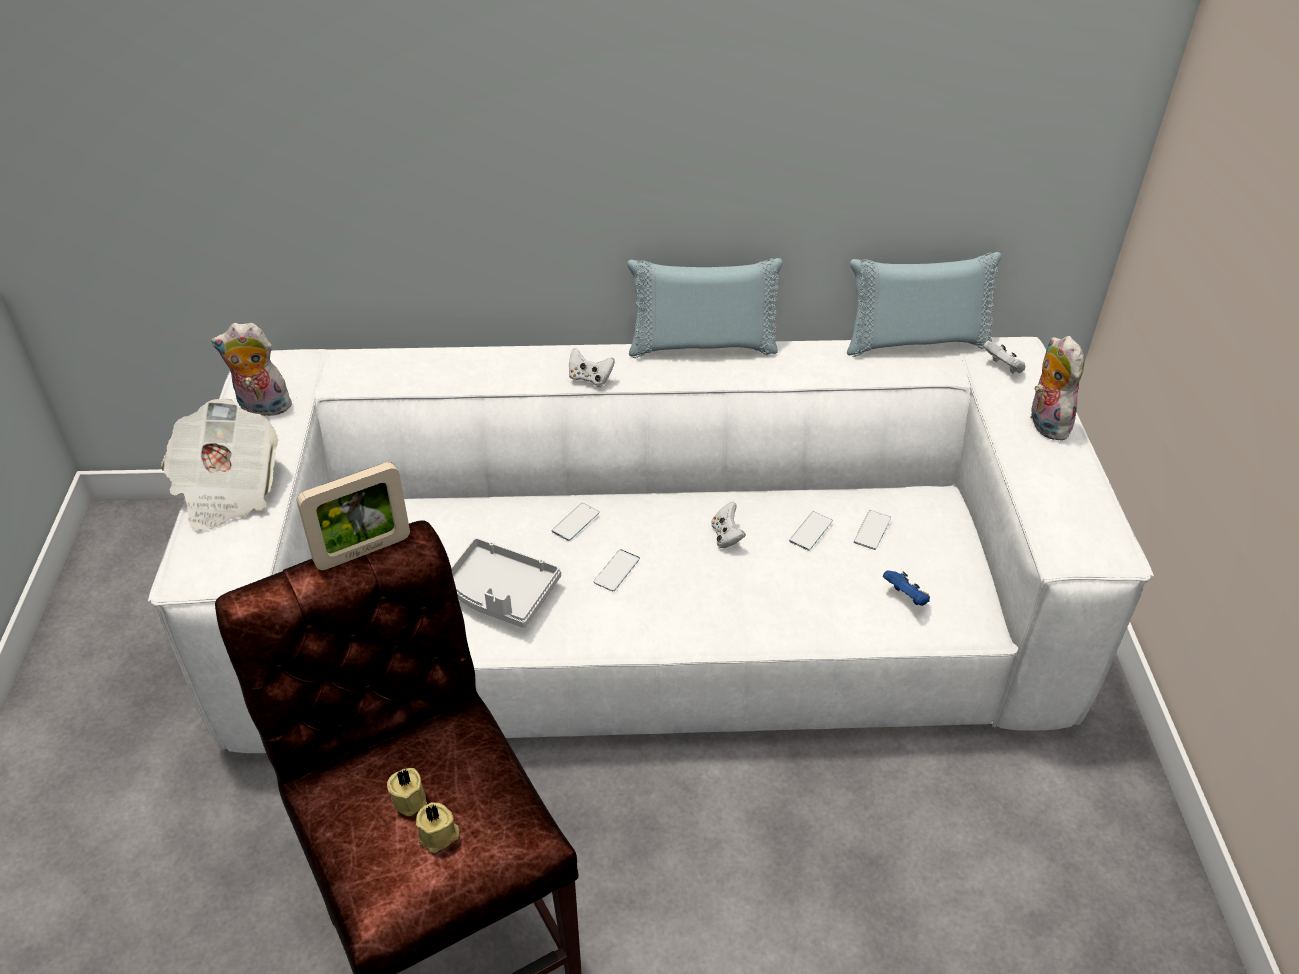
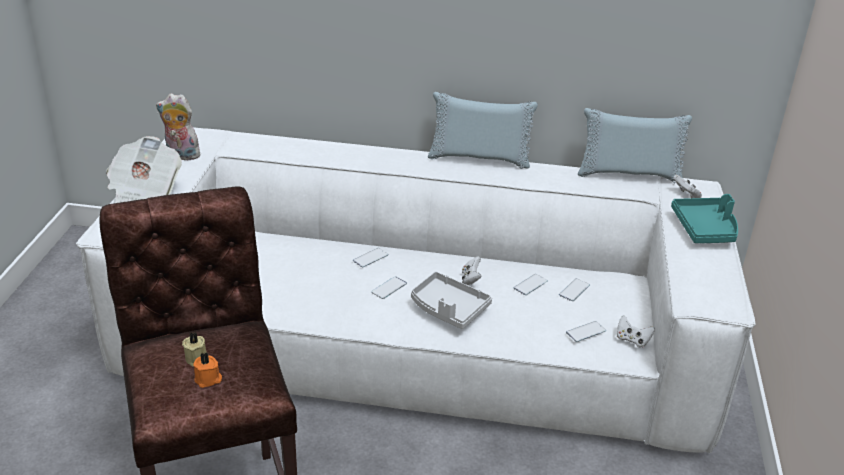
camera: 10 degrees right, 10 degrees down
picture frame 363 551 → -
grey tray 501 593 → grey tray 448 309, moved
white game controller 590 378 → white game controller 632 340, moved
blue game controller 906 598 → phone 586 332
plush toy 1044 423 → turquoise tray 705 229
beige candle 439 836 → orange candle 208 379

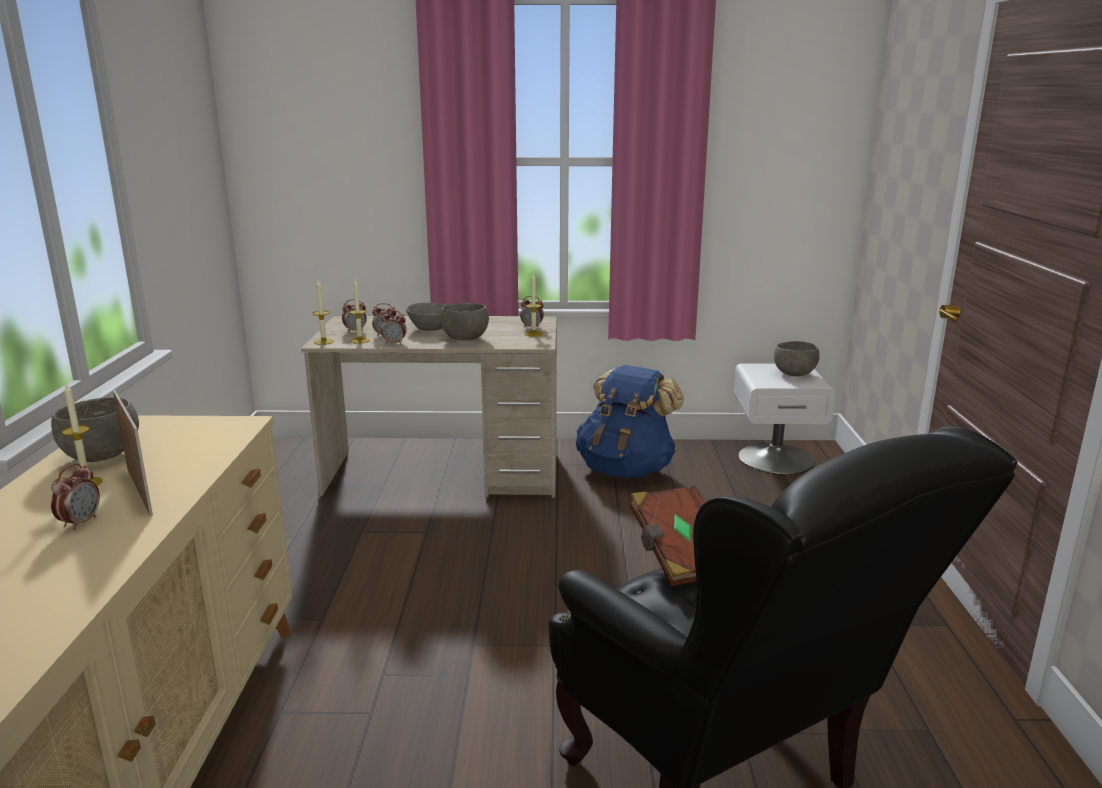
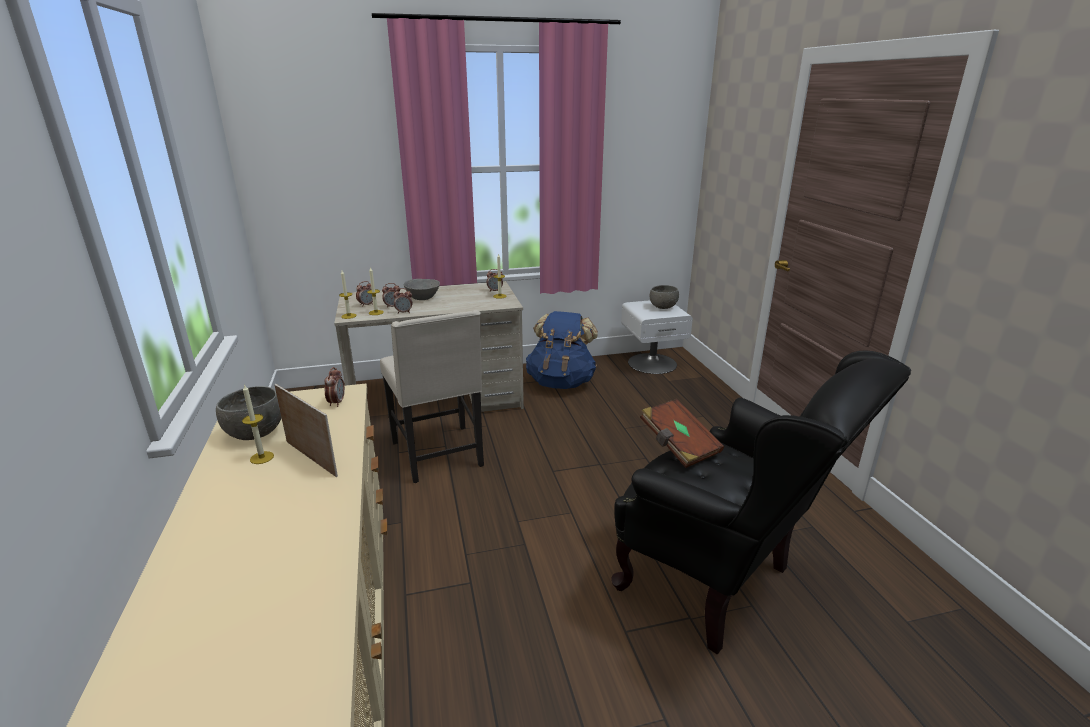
camera: 15 degrees left, 5 degrees up
grey bowl 466 339 → -
- → beige chair 439 455
alarm clock 80 522 → alarm clock 336 402, moved

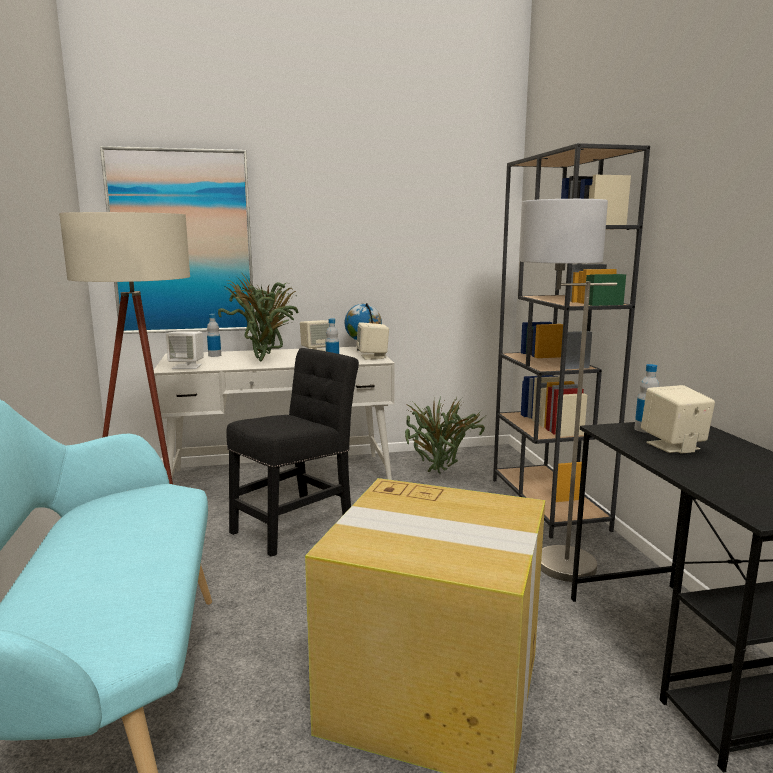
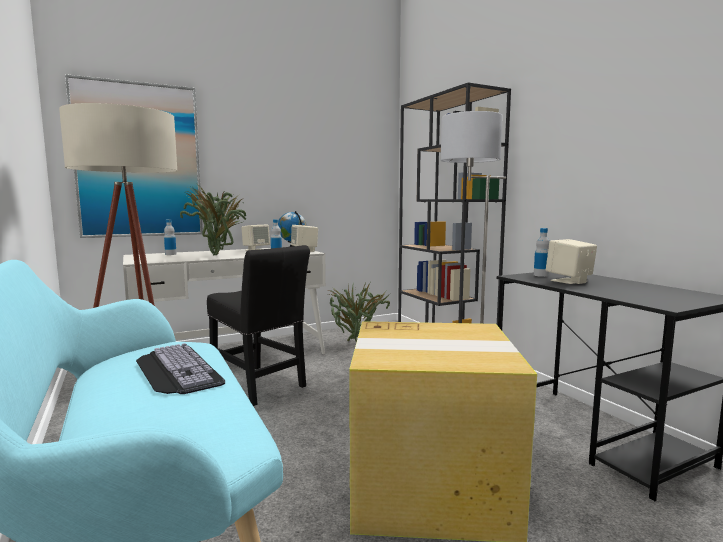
camera: 15 degrees left, 5 degrees down
white speaker 187 366 → -
- → keyboard 174 369
black chair 296 525 → black chair 260 386, 105 degrees clockwise

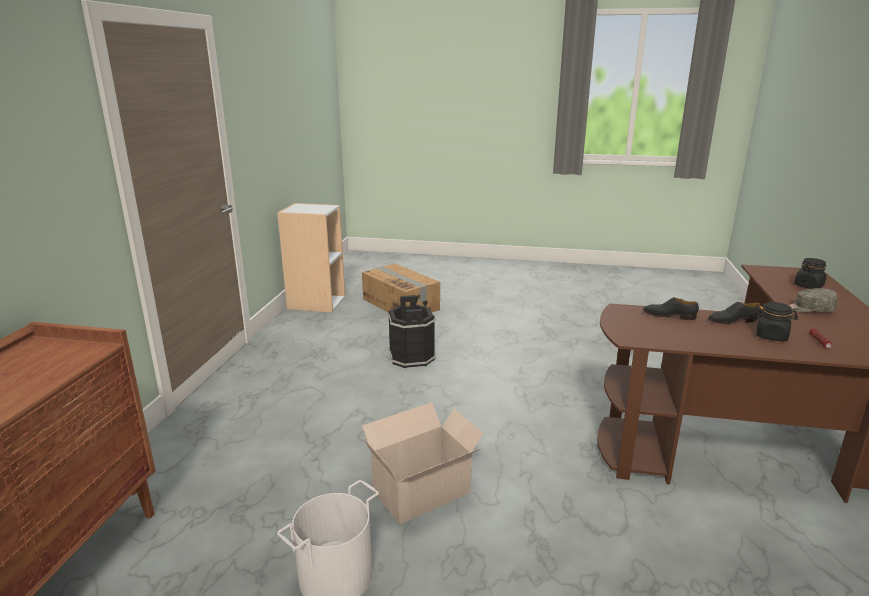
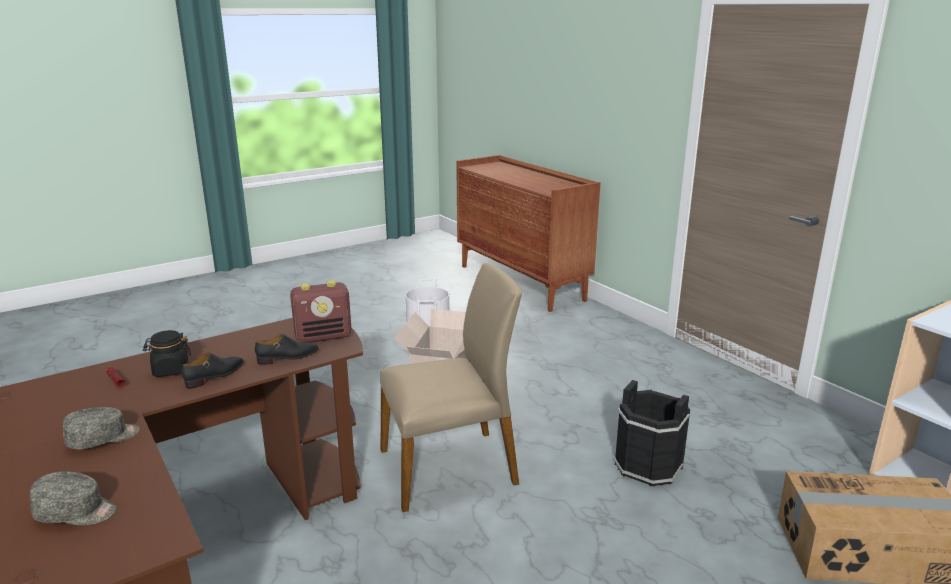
camera: 135 degrees right, 0 degrees up
- → radio 324 337
- → beige chair 450 467
black jar 808 286 → grey cap 76 512

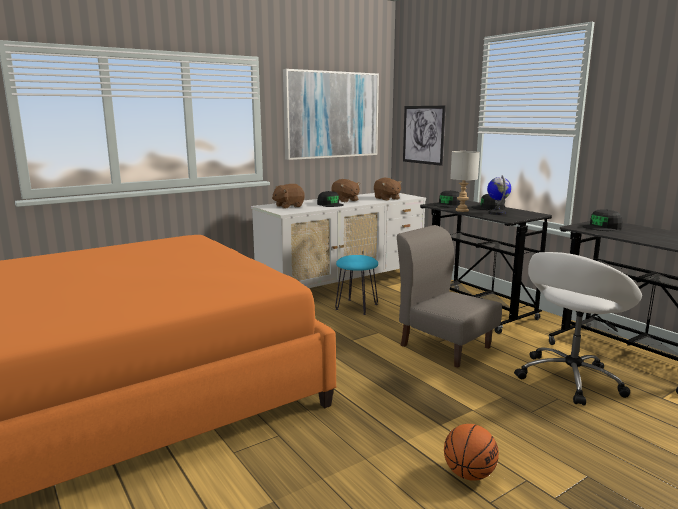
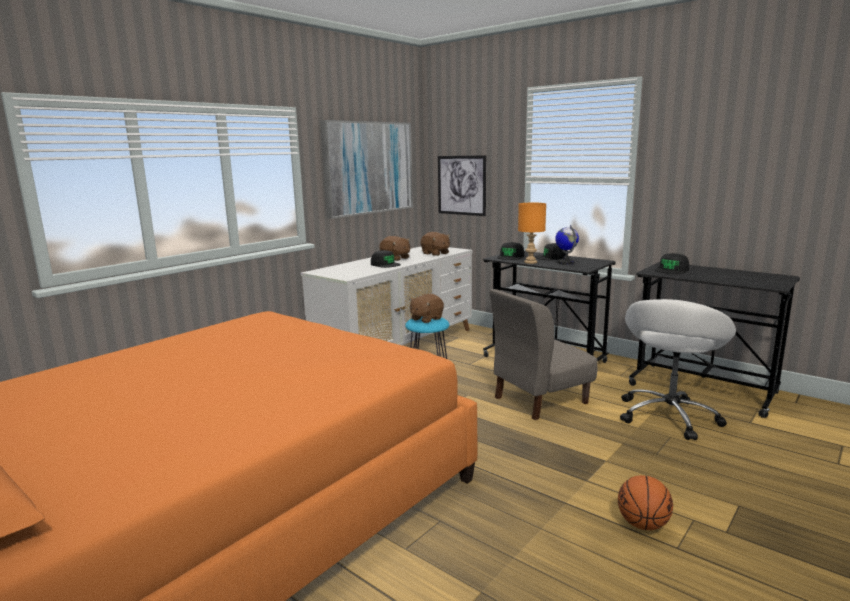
camera: 15 degrees left, 0 degrees up
brown plush toy 288 206 → brown plush toy 426 319, moved
grey table lamp 462 210 → orange table lamp 531 262
grey chair 444 346 → grey chair 539 400, 60 degrees counterclockwise

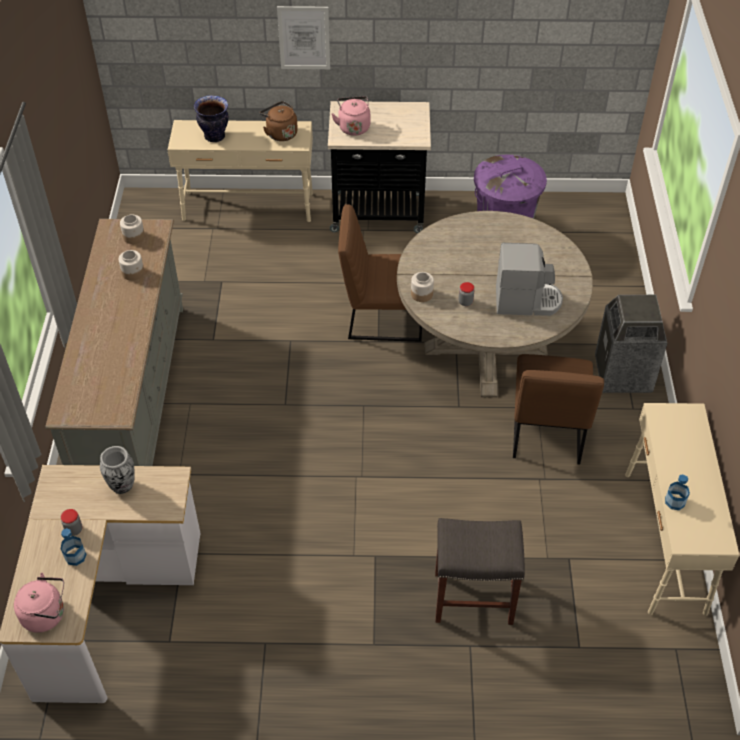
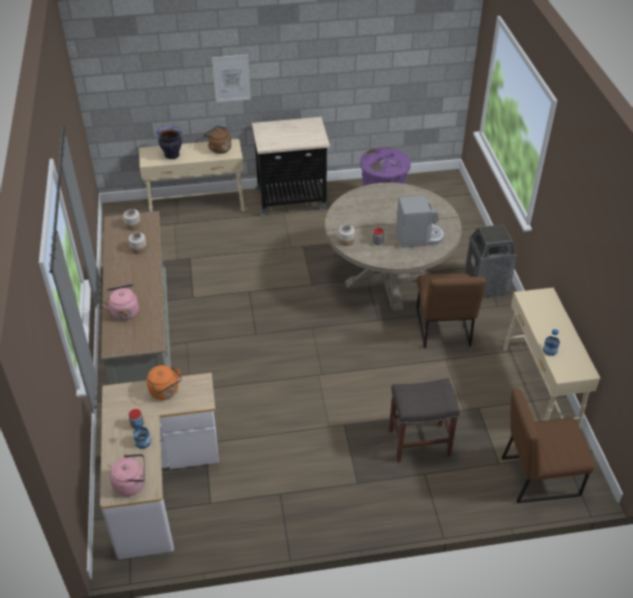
camera: 10 degrees left, 5 degrees down
pink kettle 353 127 → pink kettle 124 311, moved
brown chair 383 317 → brown chair 537 476, moved
vase 122 486 → orange kettle 165 392

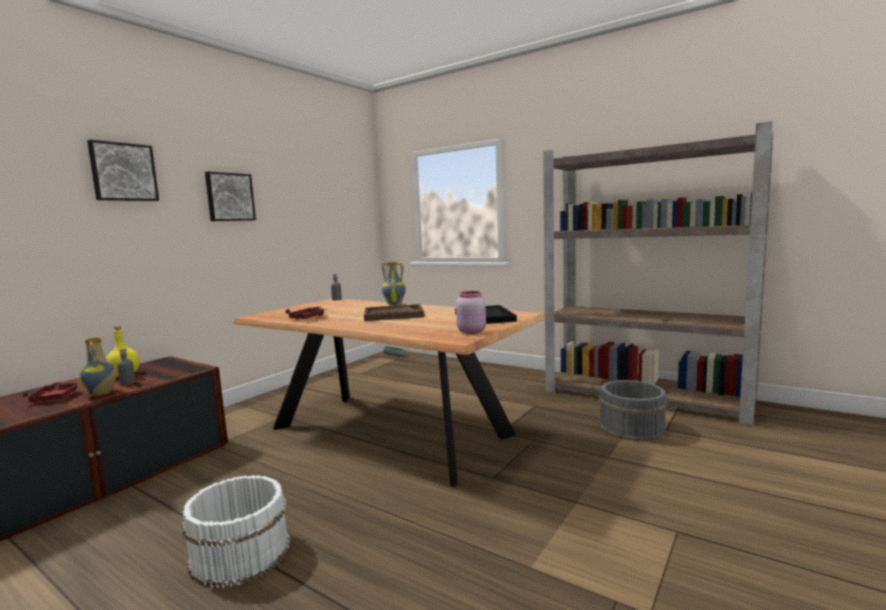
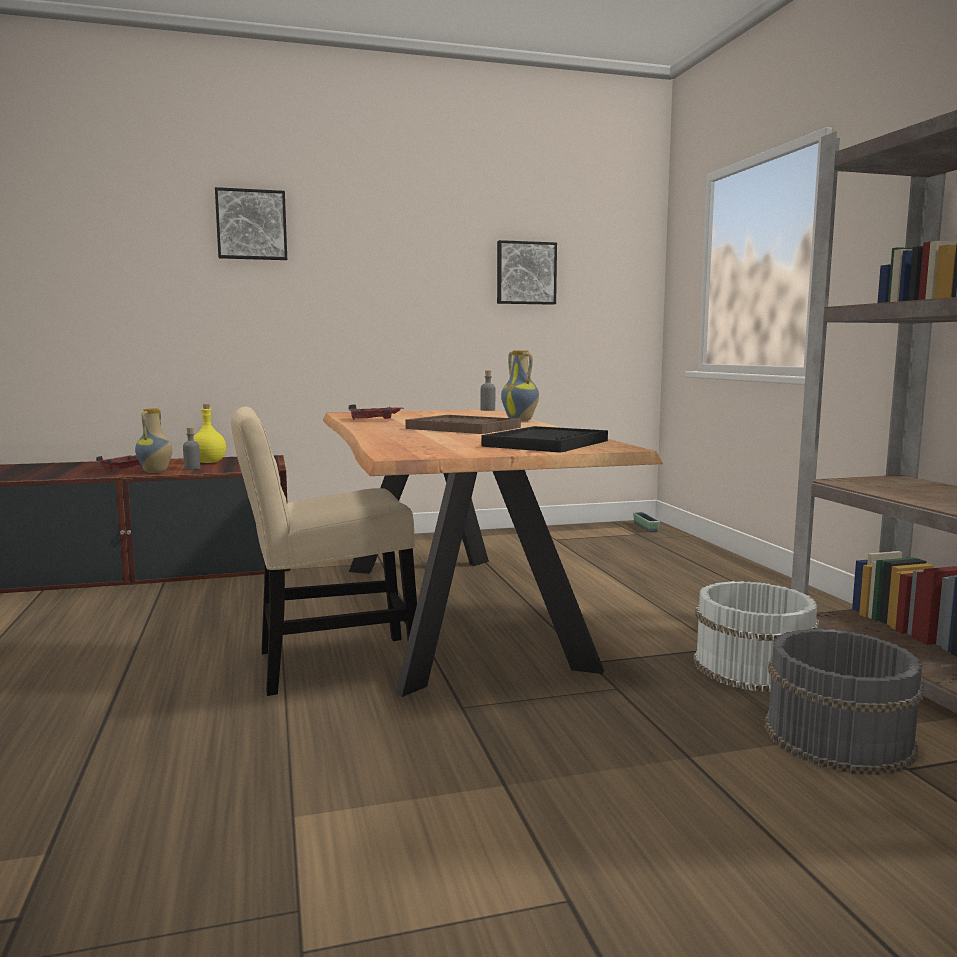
camera: 40 degrees right, 0 degrees up
pink jar 471 331 → -
- → beige chair 328 664
white bucket 239 554 → white bucket 751 667, moved
picture 229 197 → picture 525 273, moved

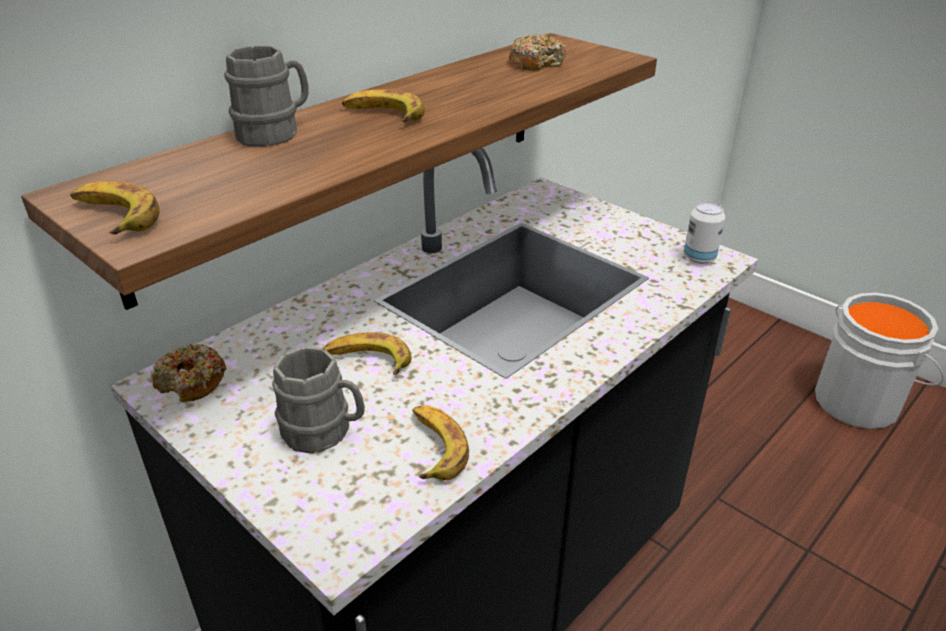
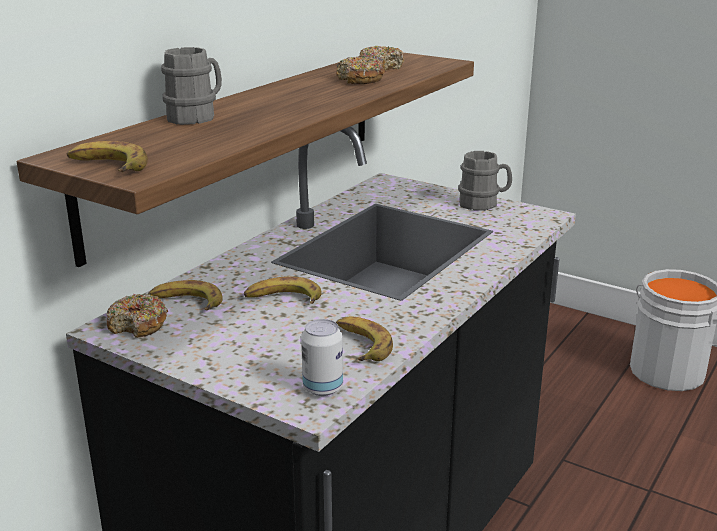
camera: 10 degrees left, 10 degrees down
- → donut 360 79
grey mug 324 432 → grey mug 483 204, moved
banana 383 115 → banana 186 302, moved
can 699 258 → can 323 388, moved

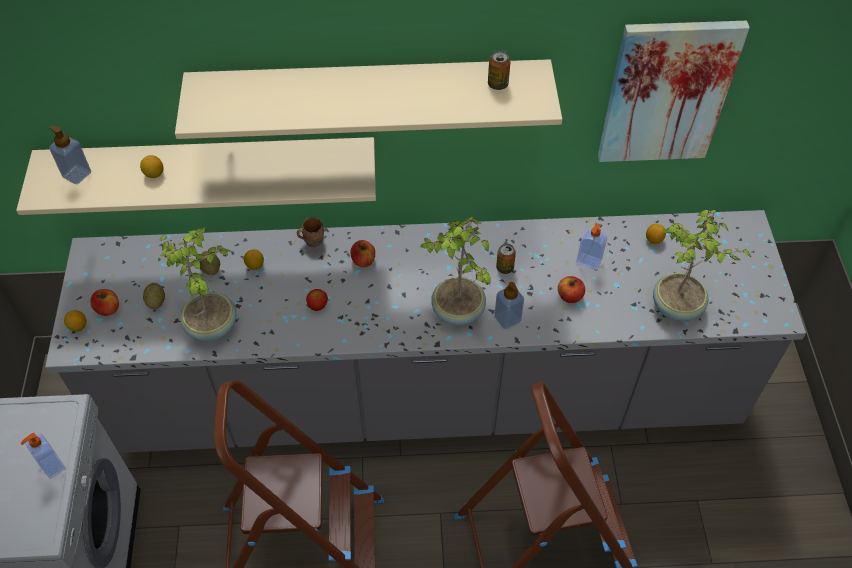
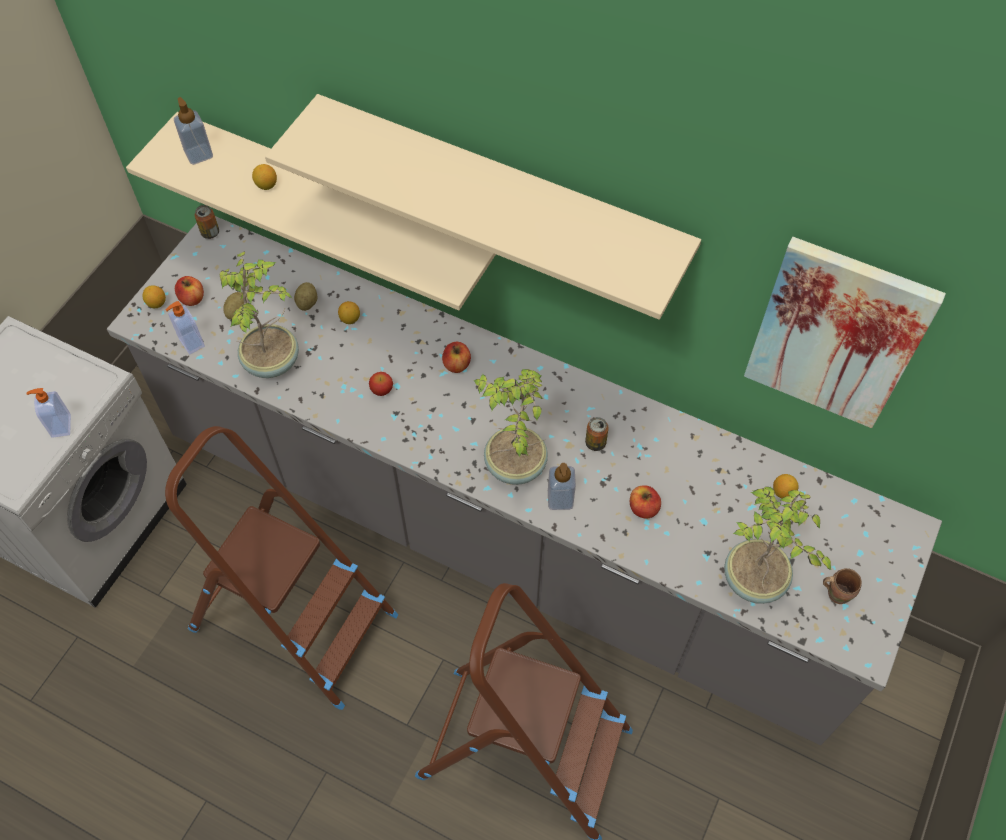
camera: 30 degrees right, 5 degrees up
brown mug 312 240 → brown mug 837 592, moved
can 498 84 → can 210 233, moved
soap dispenser 588 262 → soap dispenser 191 343, moved

